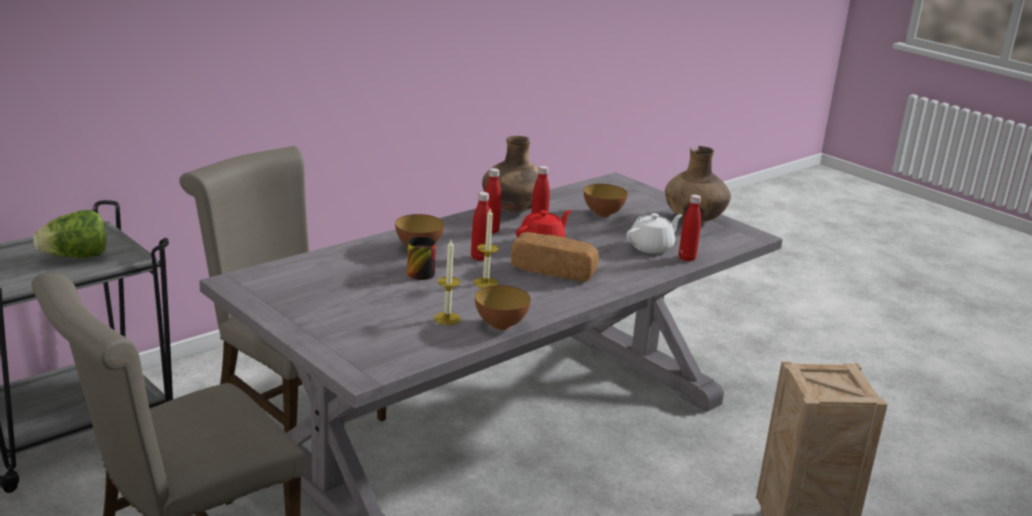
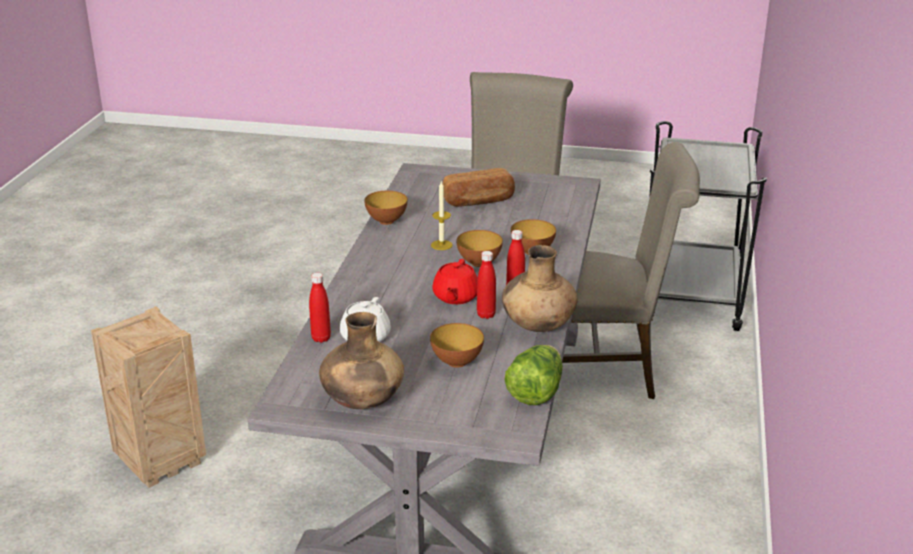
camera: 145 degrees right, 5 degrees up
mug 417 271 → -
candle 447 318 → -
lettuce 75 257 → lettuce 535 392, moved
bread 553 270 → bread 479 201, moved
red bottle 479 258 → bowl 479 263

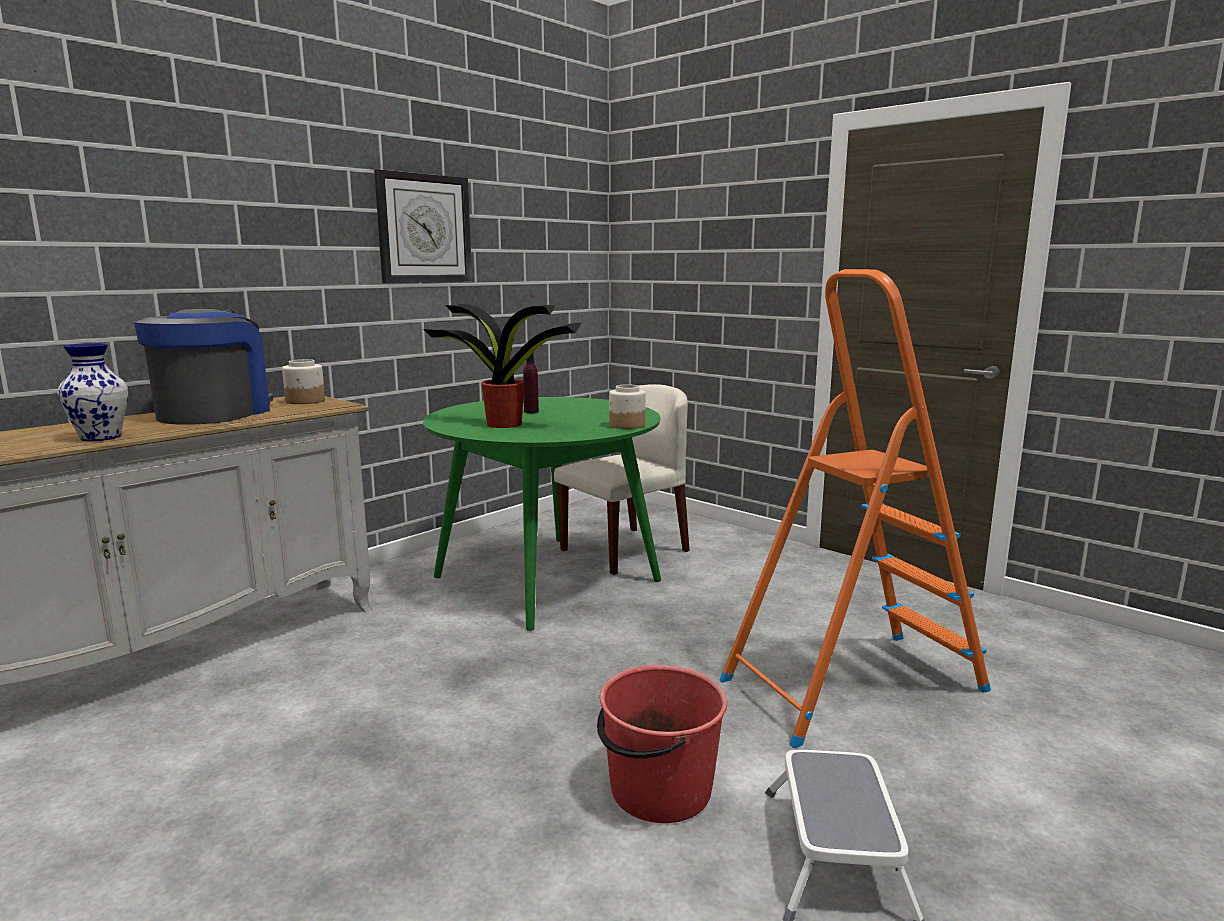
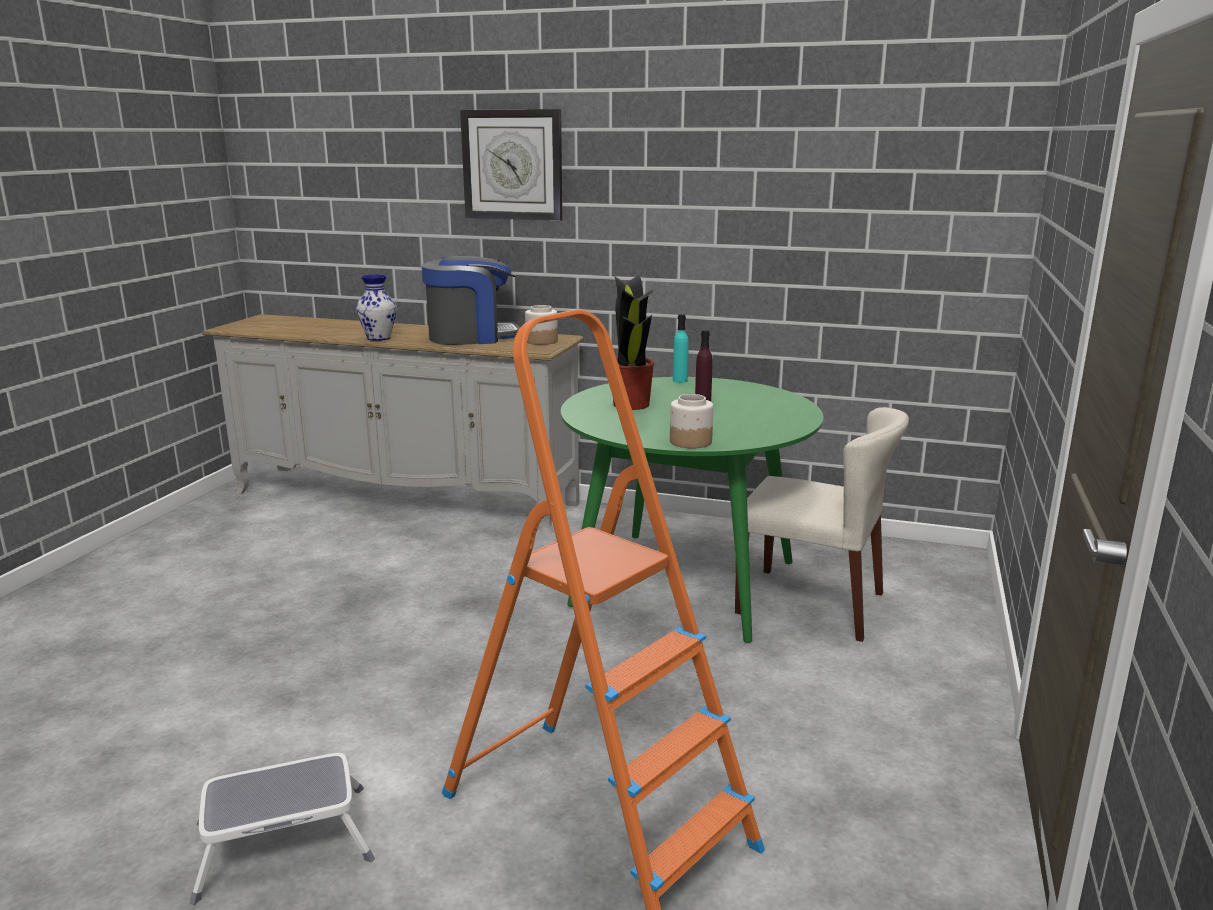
camera: 65 degrees right, 5 degrees up
red bucket 659 790 → -
- → turquoise bottle 680 380
wall clock 424 229 → wall clock 512 165, moved

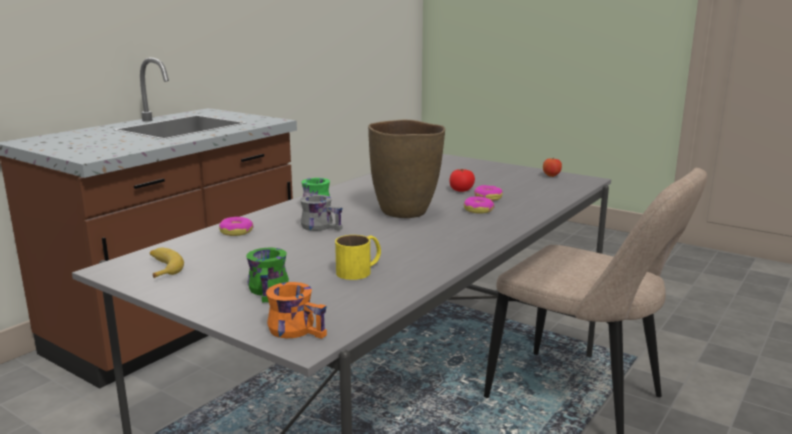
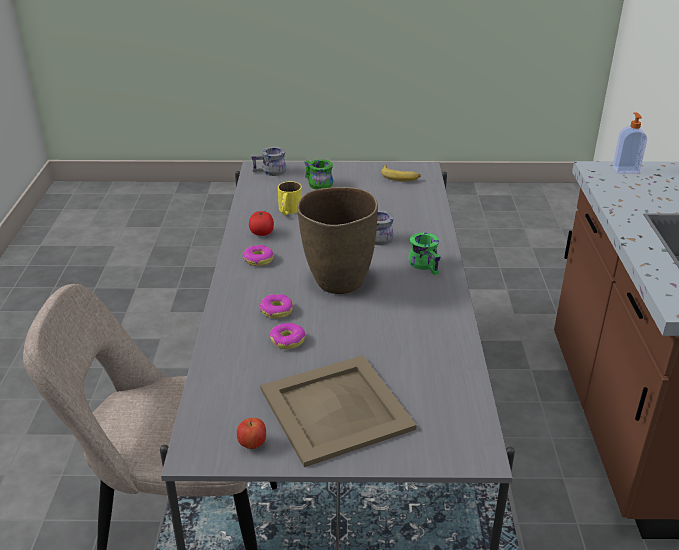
camera: 145 degrees right, 15 degrees up
- → beige tray 337 409
- → soap dispenser 625 169
donut 236 232 → donut 258 260, moved
tomato 461 190 → tomato 261 233, moved
orange mug 299 328 → grey mug 270 172

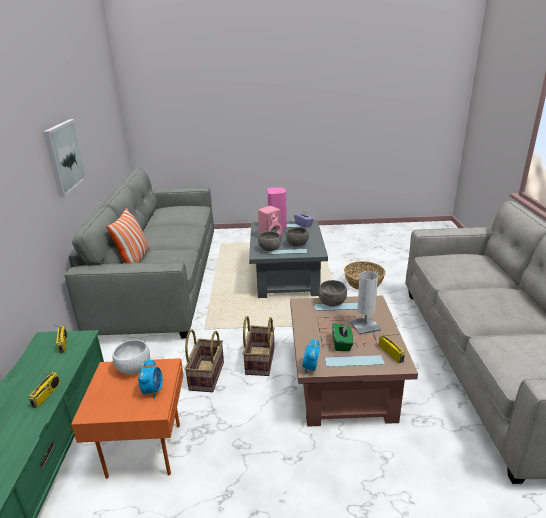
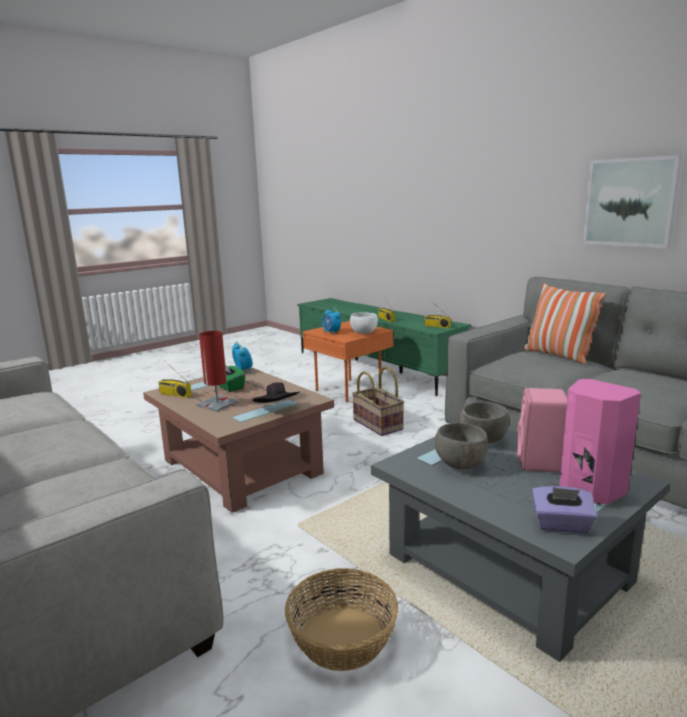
camera: 140 degrees right, 10 degrees down
basket 259 360 → -
grey bowl 331 303 → black hat 277 409
white table lamp 365 326 → red table lamp 217 404

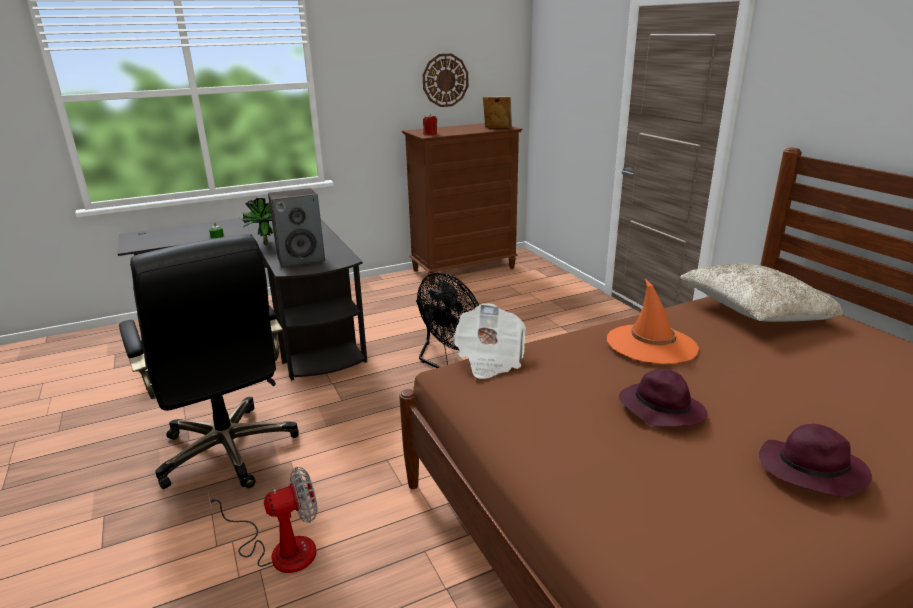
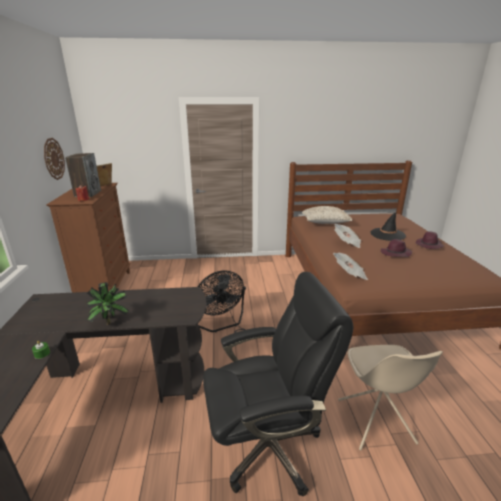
camera: 70 degrees left, 0 degrees up
- → black hat 387 234
speaker 301 259 → speaker 88 193, moved
fan 280 549 → beige chair 375 422
orange hat 651 344 → newspaper 347 243

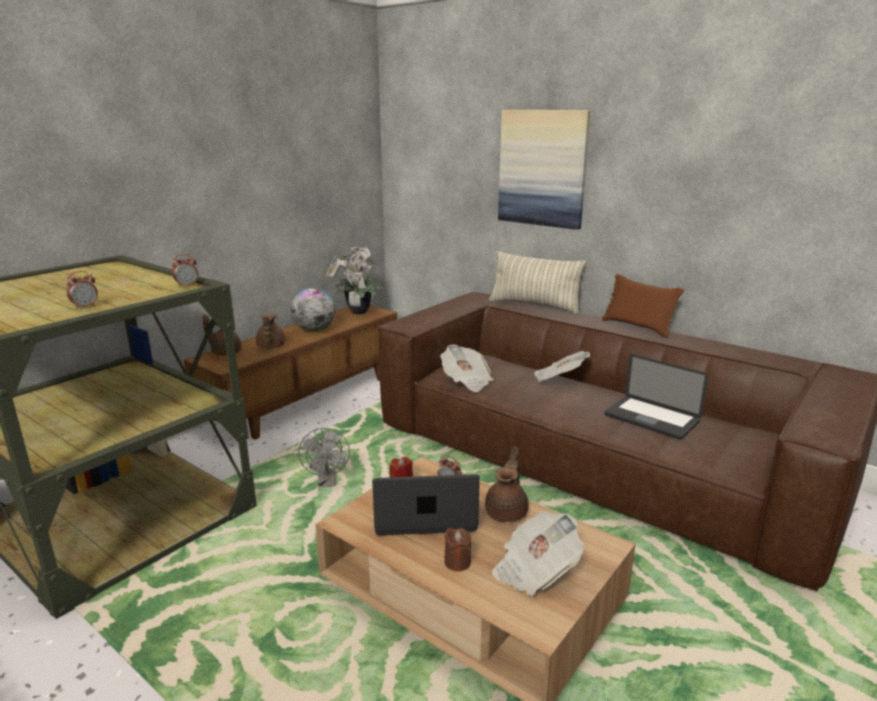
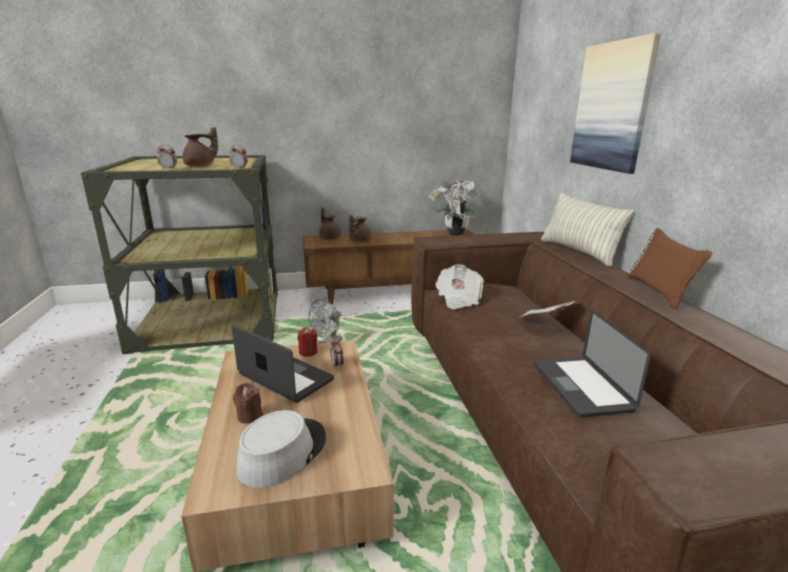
camera: 40 degrees right, 0 degrees up
globe 314 330 → -
brown teapot 507 511 → brown teapot 201 166, moved
newspaper 535 570 → grey hat 282 452

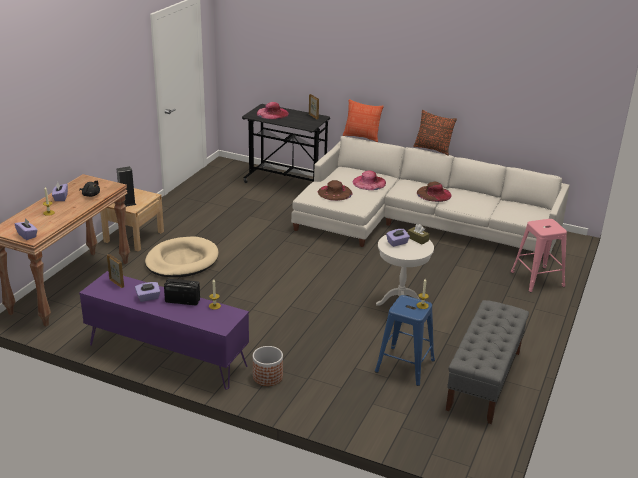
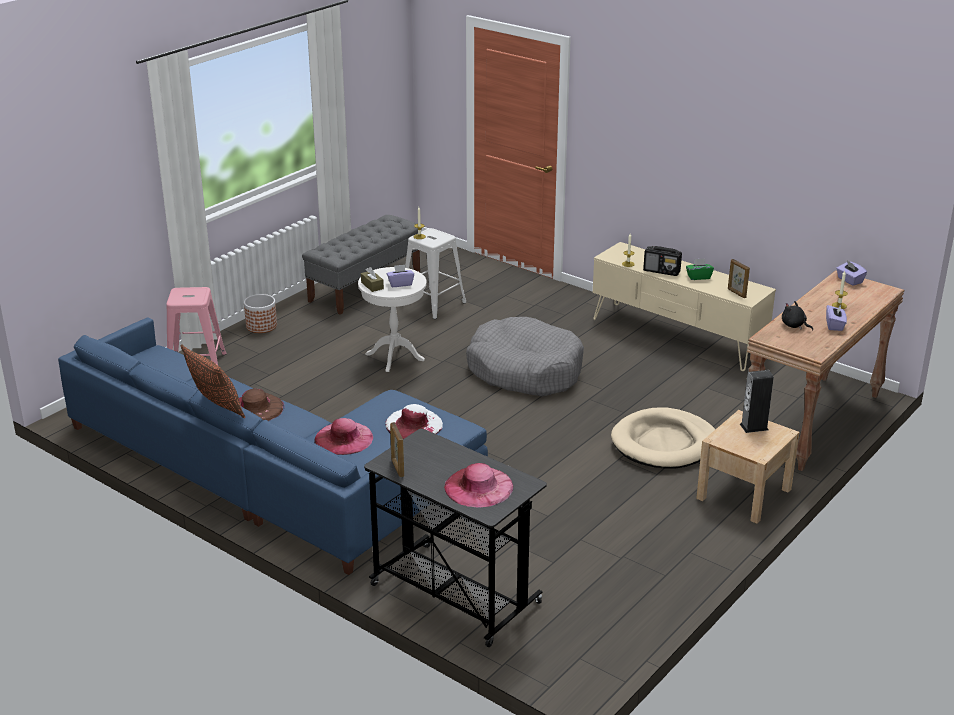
camera: 165 degrees left, 0 degrees up
orange pillow 362 137 → -
- → grey dog bed 525 370
planter 268 377 → planter 261 326, moved
purple tv stand 166 355 → beige tv stand 677 336
purple tissue box 148 297 → green tissue box 698 277
white sofa 417 222 → blue sofa 274 470
brown hat 335 192 → white hat 413 424
blue stool 405 366 → white stool 432 304

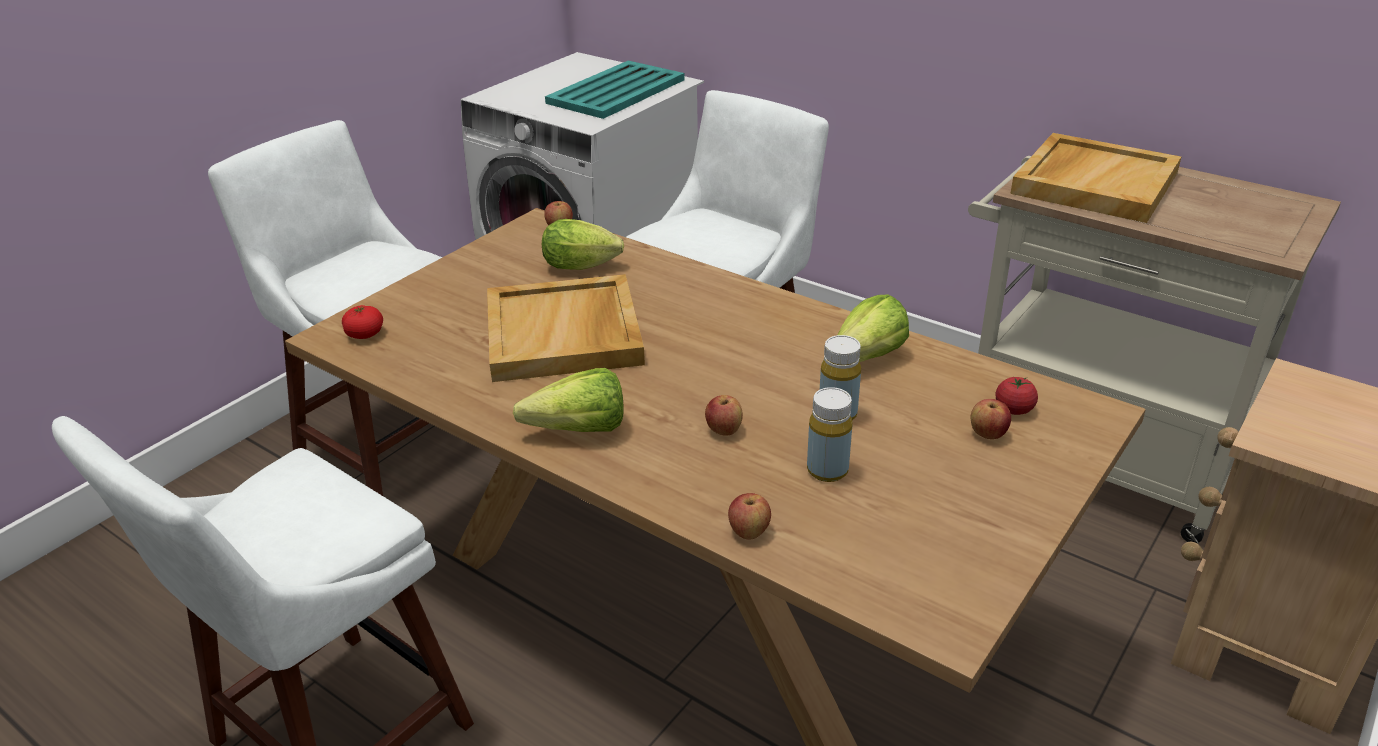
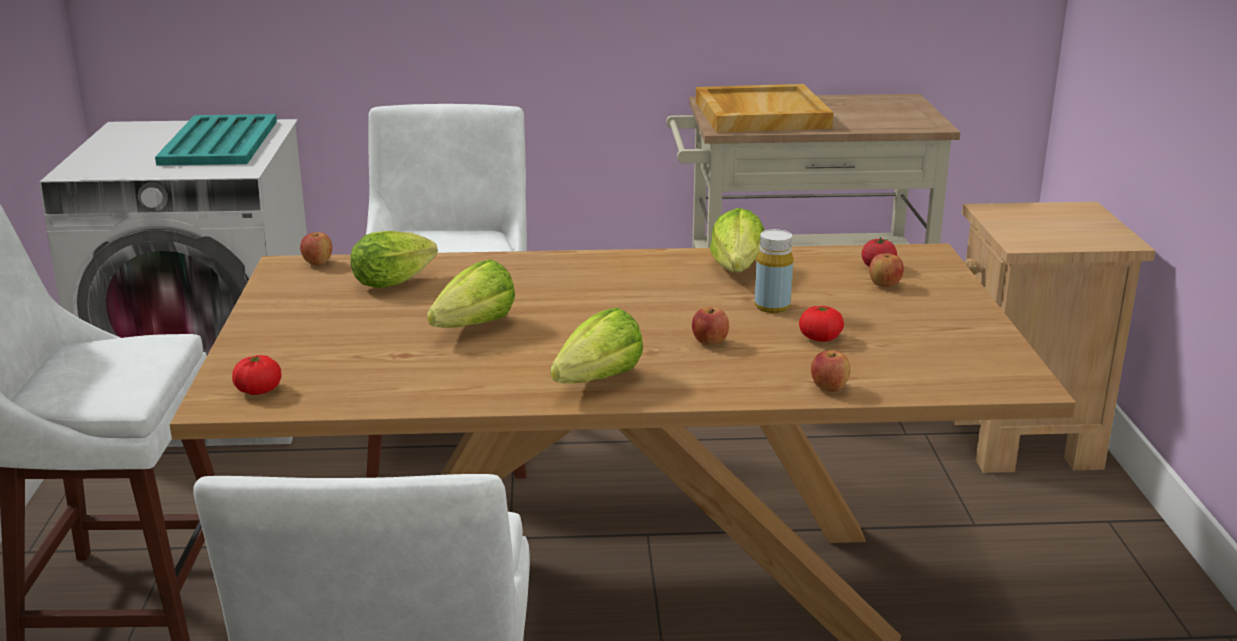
camera: 40 degrees left, 10 degrees down
beige tray 565 334 → lettuce 466 329
yellow bottle 827 470 → tomato 820 338

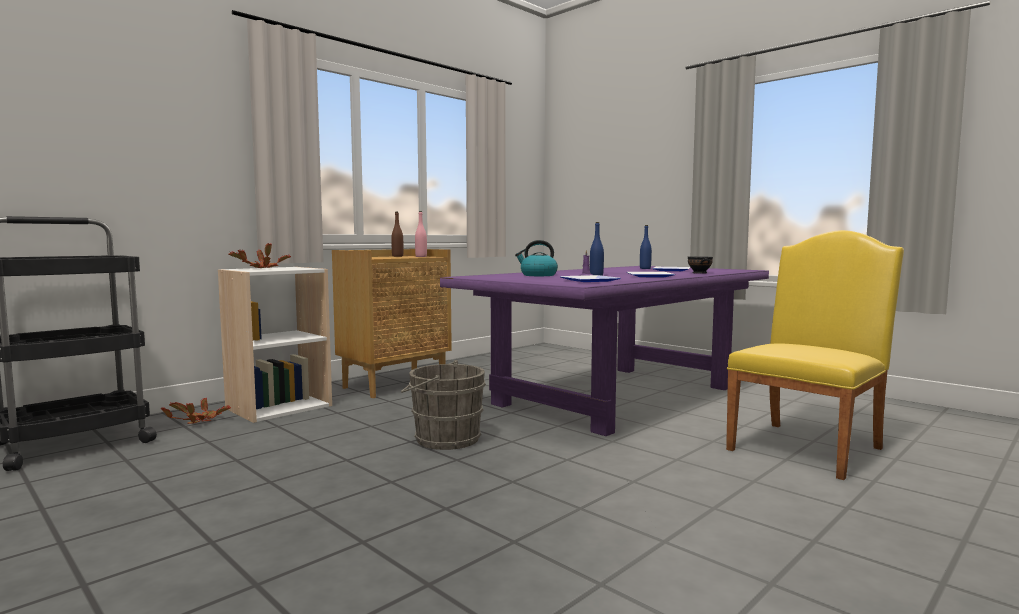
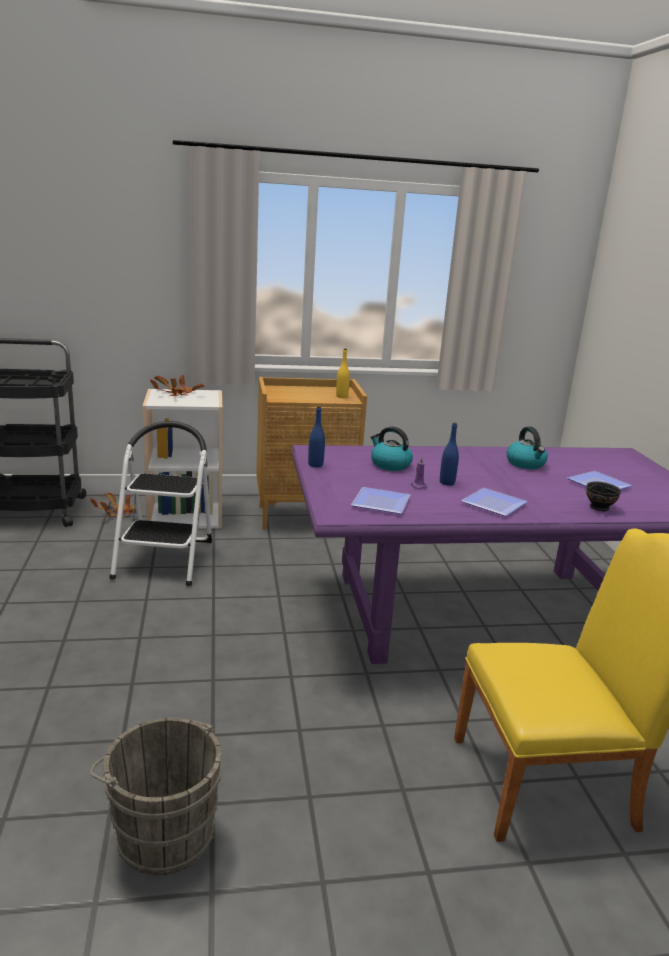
camera: 35 degrees right, 15 degrees up
brown bottle 397 256 → -
- → step ladder 165 558
- → kettle 526 464
grey bucket 443 439 → grey bucket 162 831, moved
blue bottle 645 268 → blue bottle 315 465, moved
pink bottle 421 256 → yellow bottle 342 396

